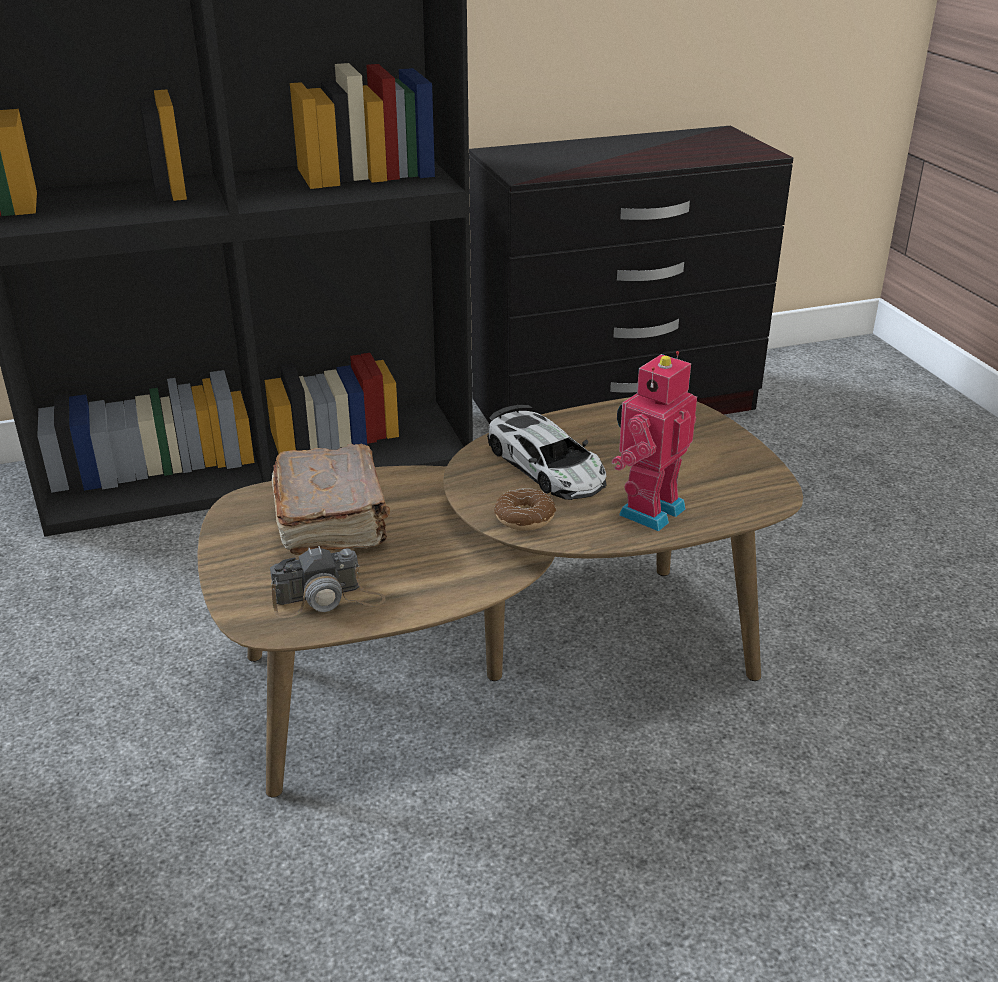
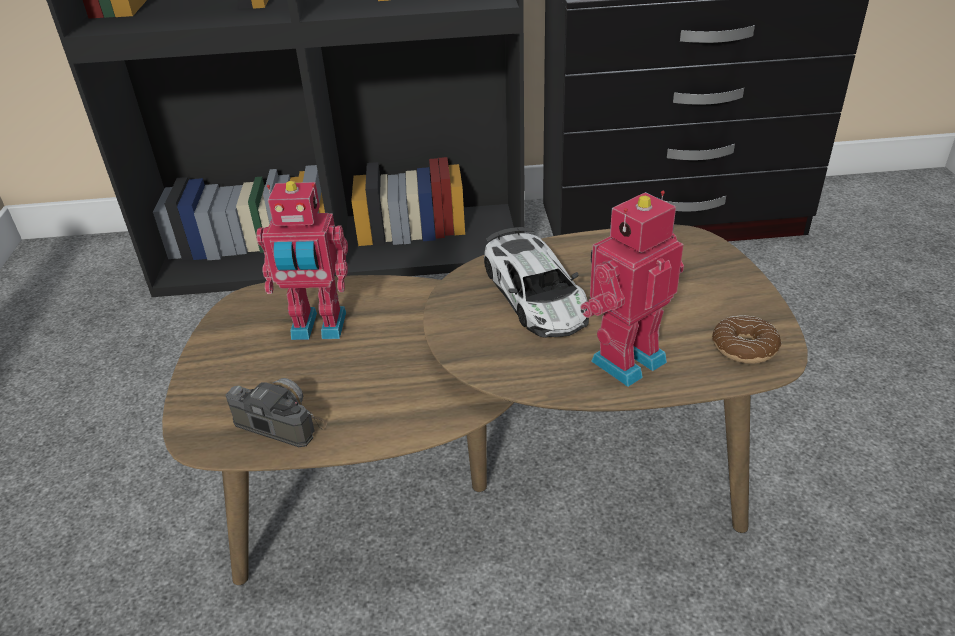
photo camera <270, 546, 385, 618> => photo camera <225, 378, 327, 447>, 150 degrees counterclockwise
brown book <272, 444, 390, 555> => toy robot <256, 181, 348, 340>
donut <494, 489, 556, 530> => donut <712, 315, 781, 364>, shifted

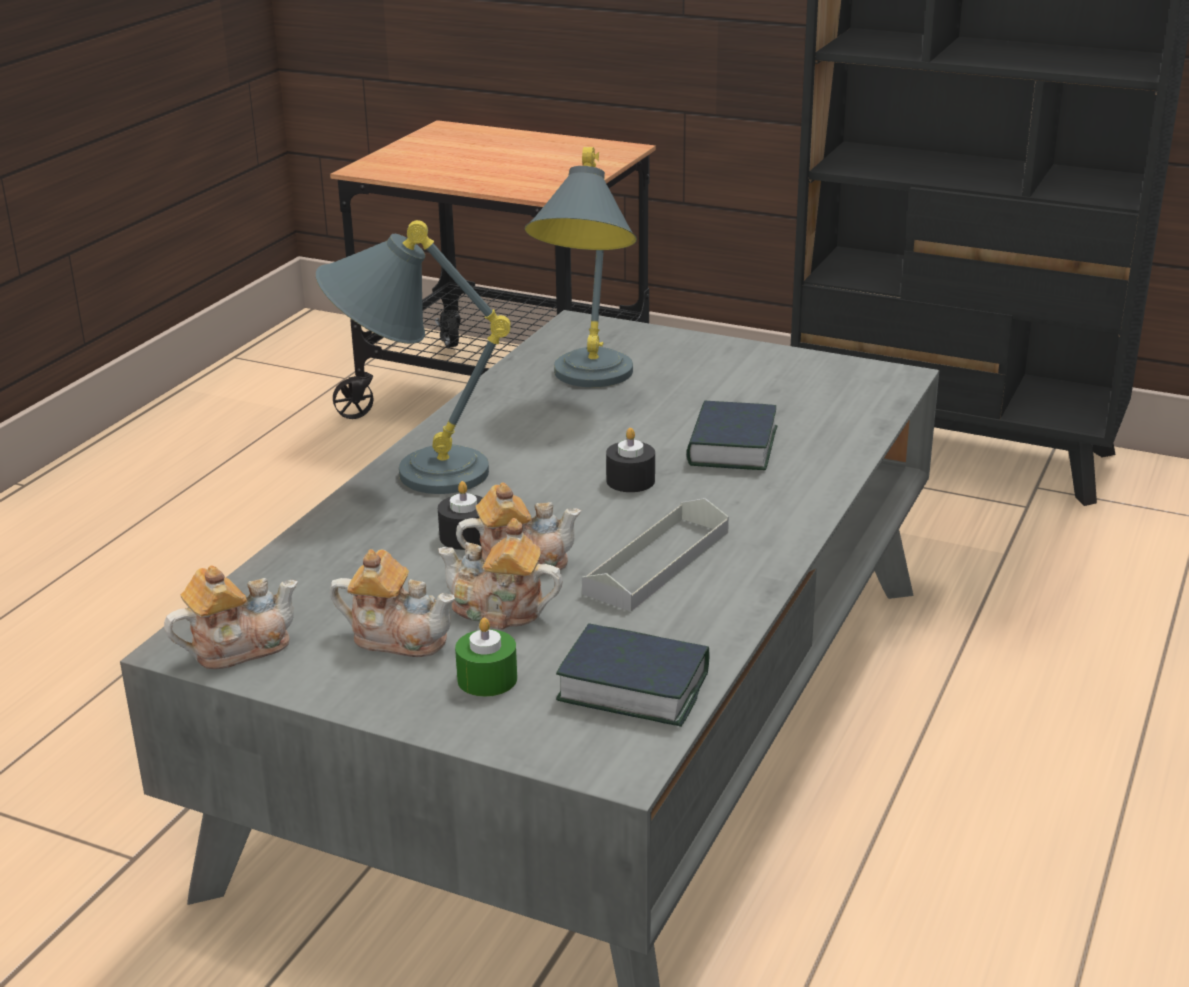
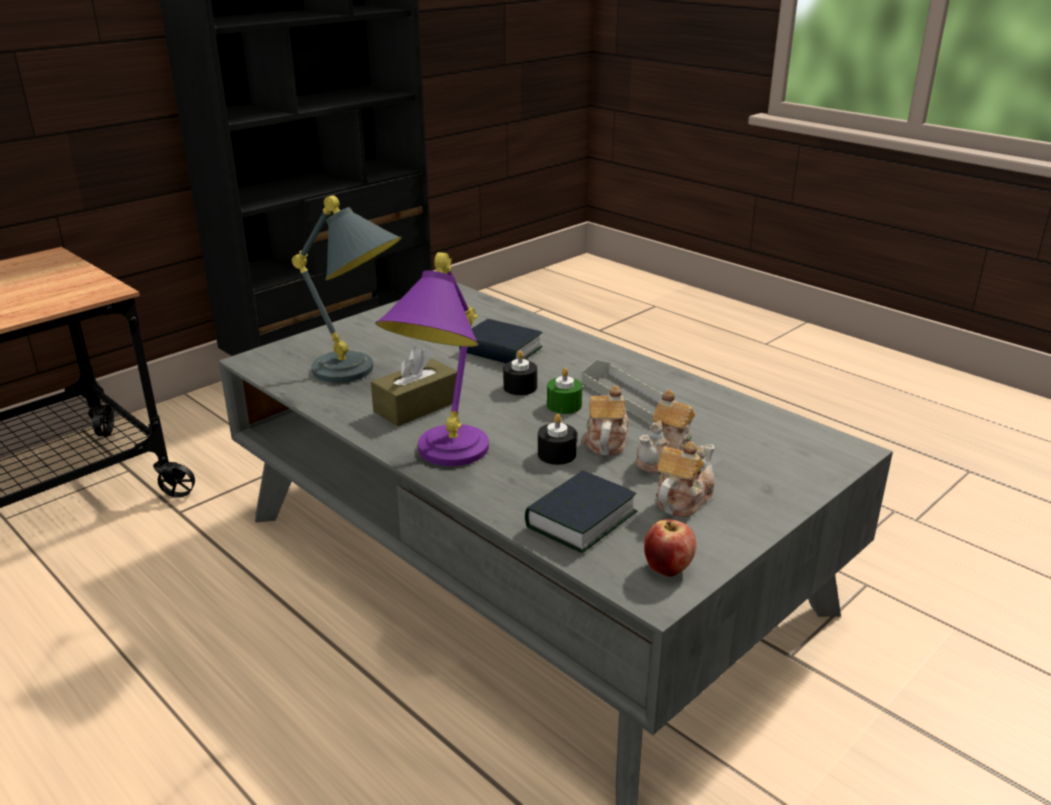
teapot <164, 565, 298, 669> => apple <644, 519, 696, 577>
grey table lamp <316, 220, 511, 494> => purple table lamp <375, 252, 489, 466>
green candle <455, 618, 517, 697> => green candle <547, 367, 583, 414>, shifted
book <556, 623, 709, 727> => book <525, 470, 637, 553>, shifted
nothing => brown tissue box <371, 347, 457, 426>

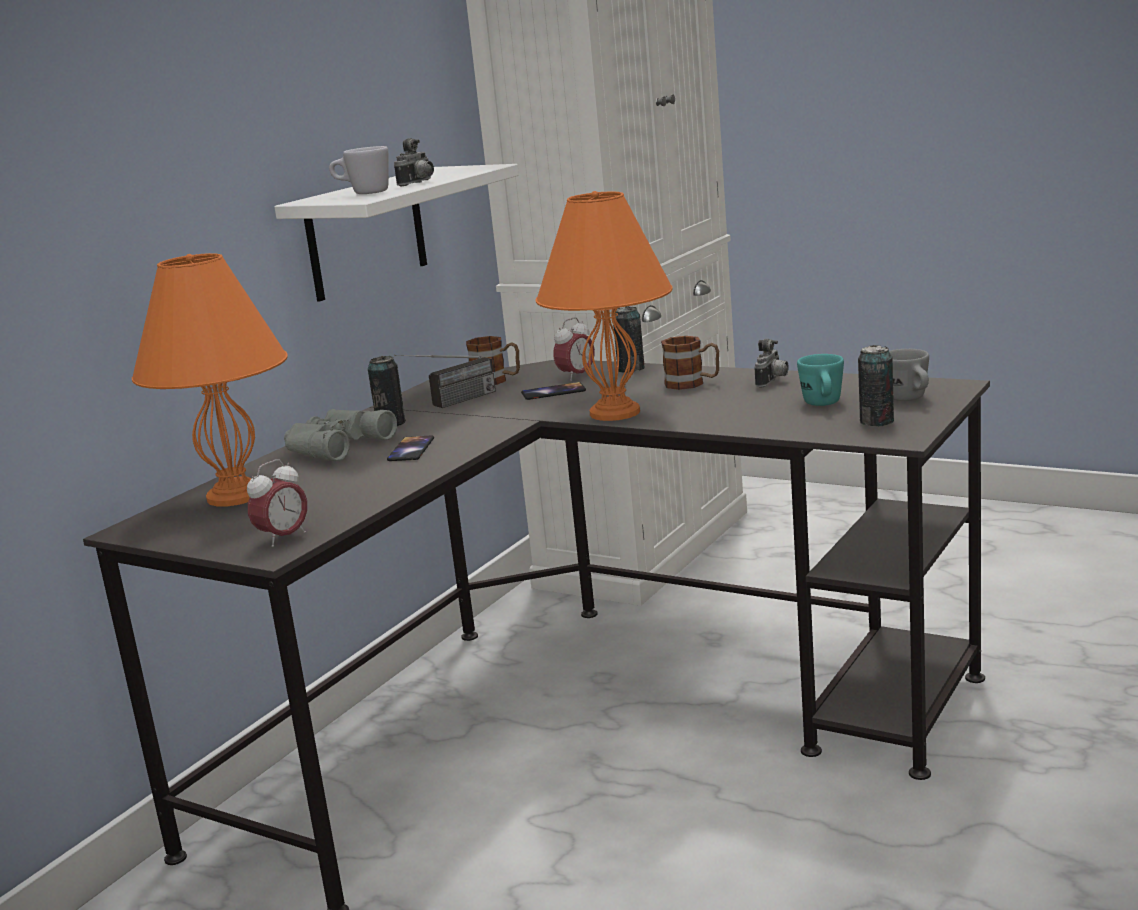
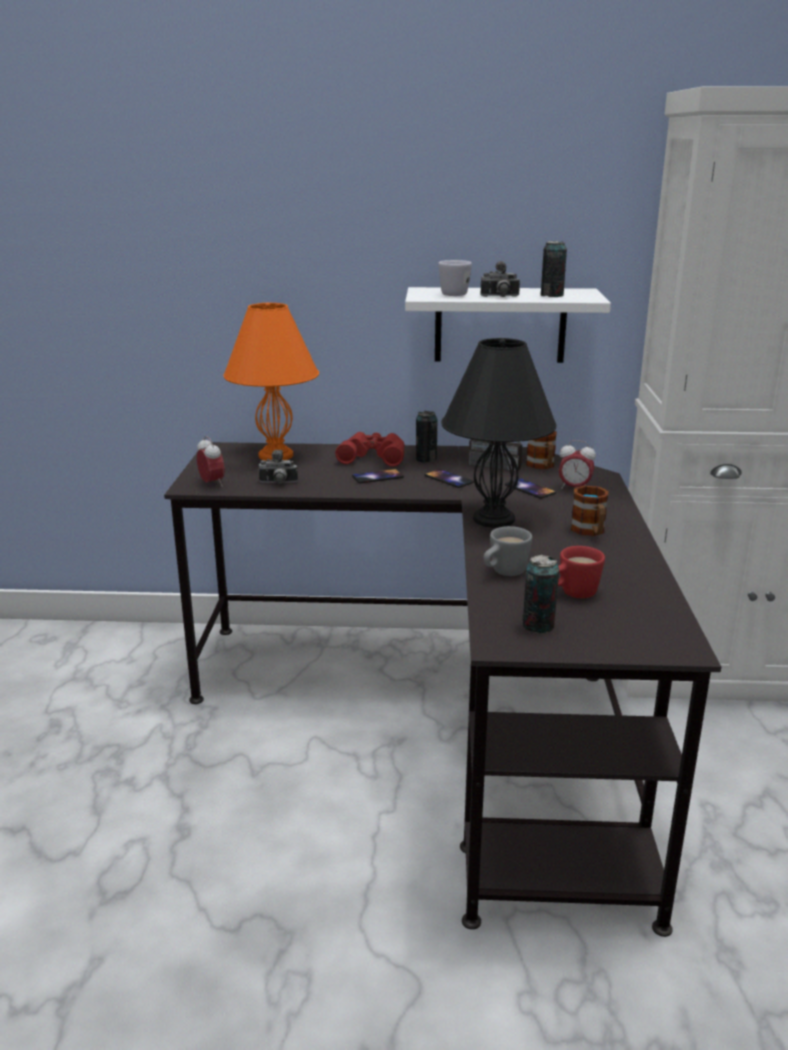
alarm clock <247, 459, 307, 547> => alarm clock <197, 436, 225, 487>, 135 degrees counterclockwise
grey binoculars <284, 409, 397, 461> => red binoculars <335, 432, 404, 467>
orange table lamp <536, 191, 673, 421> => black table lamp <441, 338, 557, 528>
can <613, 306, 644, 373> => can <541, 241, 567, 297>, shifted
photo camera <754, 339, 789, 387> => photo camera <258, 450, 298, 484>, shifted
turquoise mug <797, 354, 844, 406> => red mug <558, 546, 605, 598>
grey mug <889, 349, 929, 401> => grey mug <483, 526, 532, 576>, shifted
nothing => phone <425, 469, 474, 488>

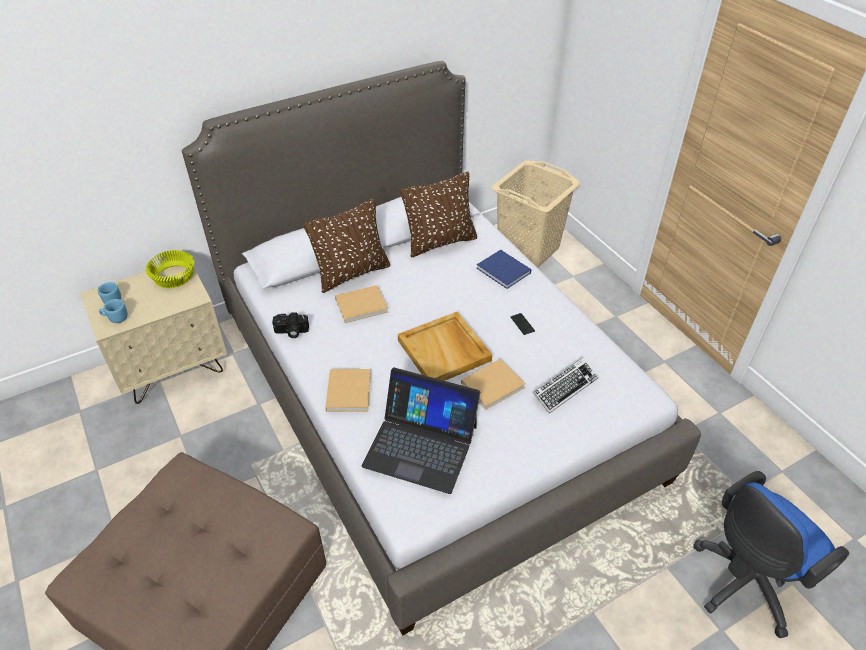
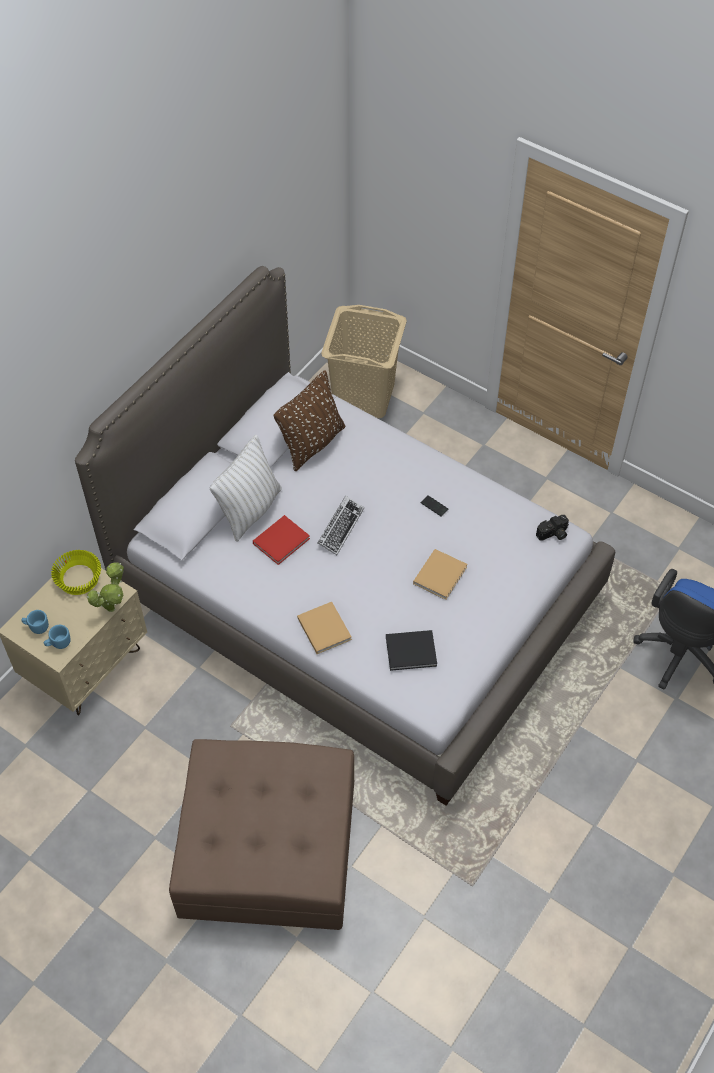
photo camera <272, 312, 309, 338> => photo camera <536, 515, 569, 541>, shifted
brown pillow <303, 198, 390, 293> => white pillow <210, 435, 282, 542>
beige book <335, 285, 388, 323> => red book <253, 515, 310, 565>
laptop <362, 367, 480, 494> => black book <386, 630, 437, 671>
beige tray <398, 312, 492, 381> => nothing
blue book <477, 250, 531, 289> => nothing
keyboard <533, 357, 599, 414> => keyboard <318, 496, 364, 555>, shifted
nothing => potted plant <87, 562, 124, 612>

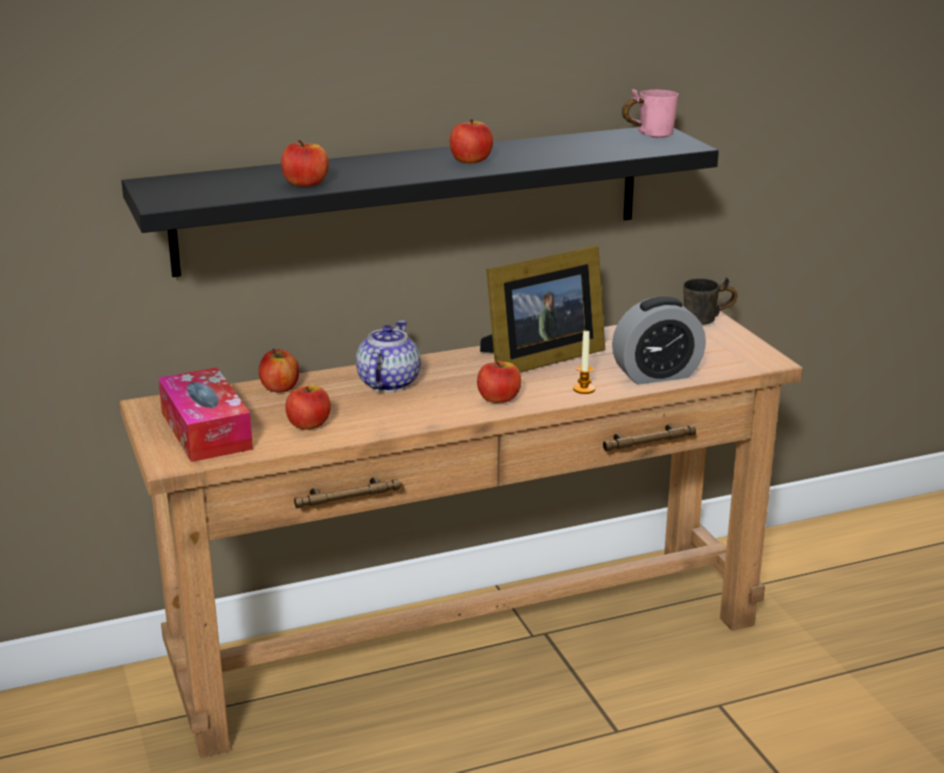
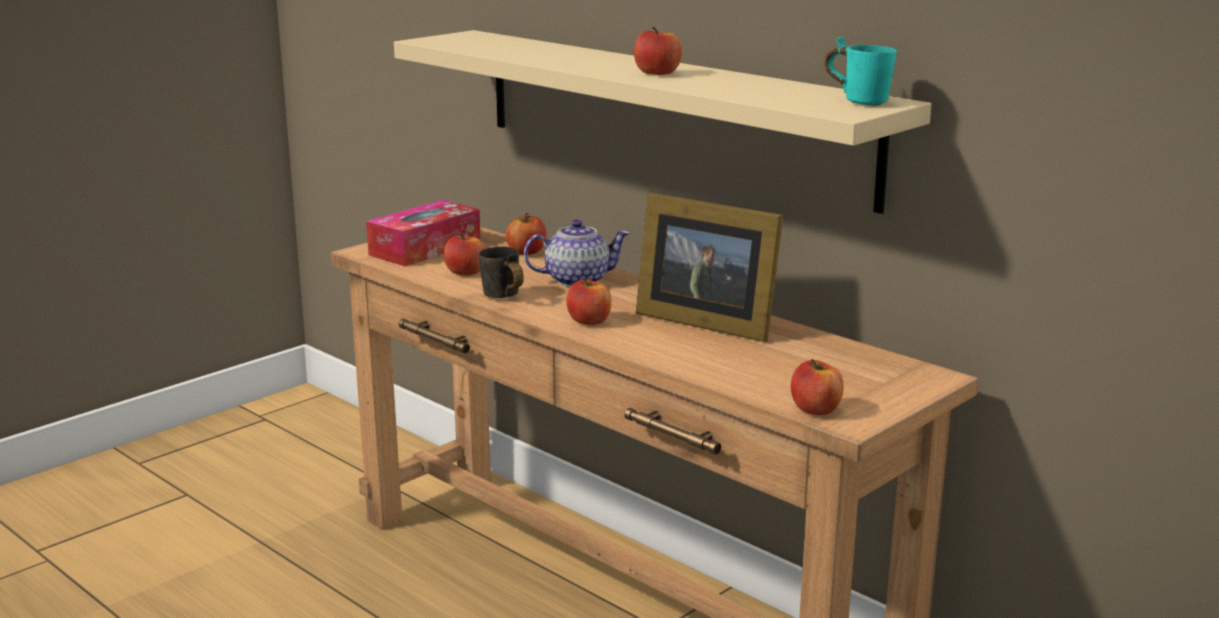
black shelf <122, 127, 719, 277> => beige shelf <394, 30, 931, 214>
apple <281, 140, 329, 187> => apple <791, 359, 843, 415>, shifted
candle <573, 329, 595, 394> => nothing
alarm clock <612, 296, 706, 384> => nothing
pink mug <622, 89, 678, 138> => turquoise mug <824, 36, 897, 106>
grey mug <683, 277, 737, 325> => grey mug <478, 247, 524, 298>, shifted

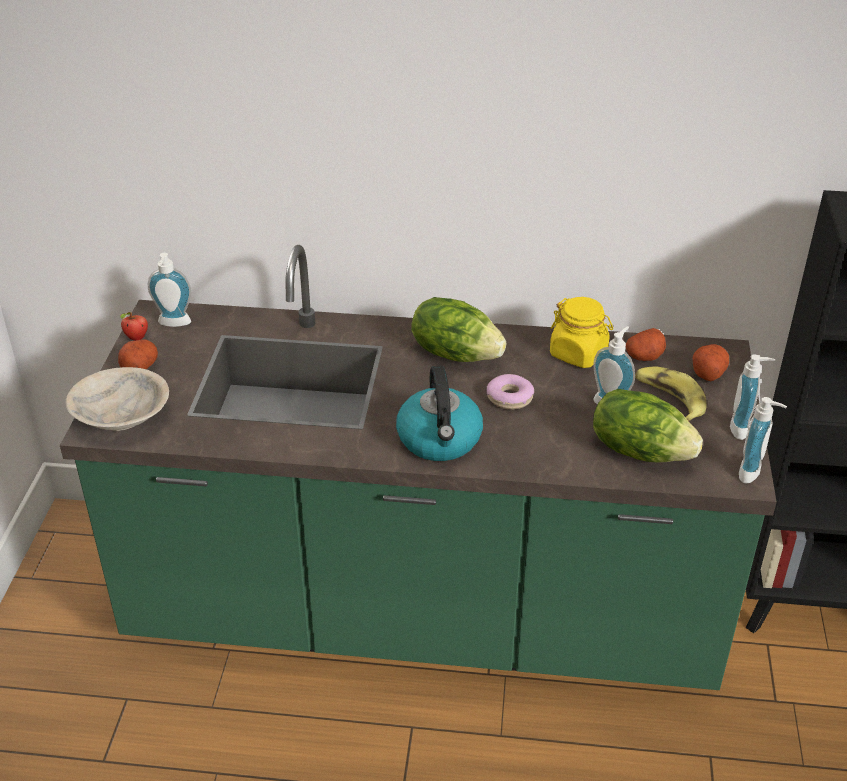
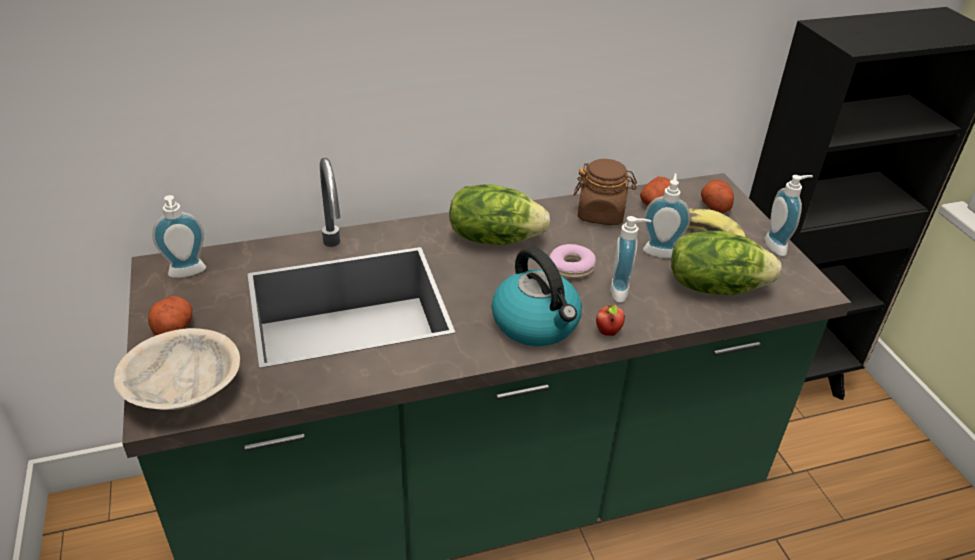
apple <120, 312, 148, 341> => apple <596, 304, 625, 336>, shifted
yellow jar <550, 297, 613, 368> => brown jar <574, 159, 637, 225>
soap dispenser <739, 397, 787, 483> => soap dispenser <610, 216, 651, 303>, shifted

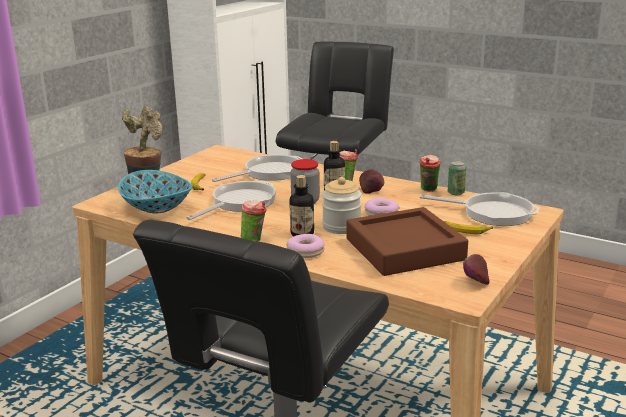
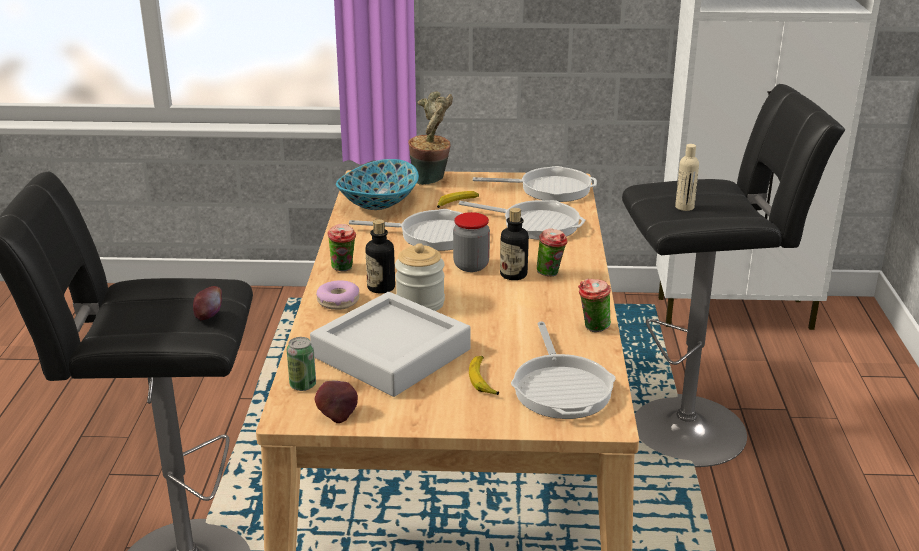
brown tray <346, 207, 468, 276> => grey tray <310, 292, 471, 397>
apple <359, 169, 384, 194> => apple <193, 286, 222, 320>, shifted
donut <365, 197, 399, 216> => nothing
can <448, 161, 466, 195> => can <287, 337, 316, 391>, shifted
nothing => frying pan <473, 166, 597, 202>
nothing => beige bottle <675, 144, 699, 211>

